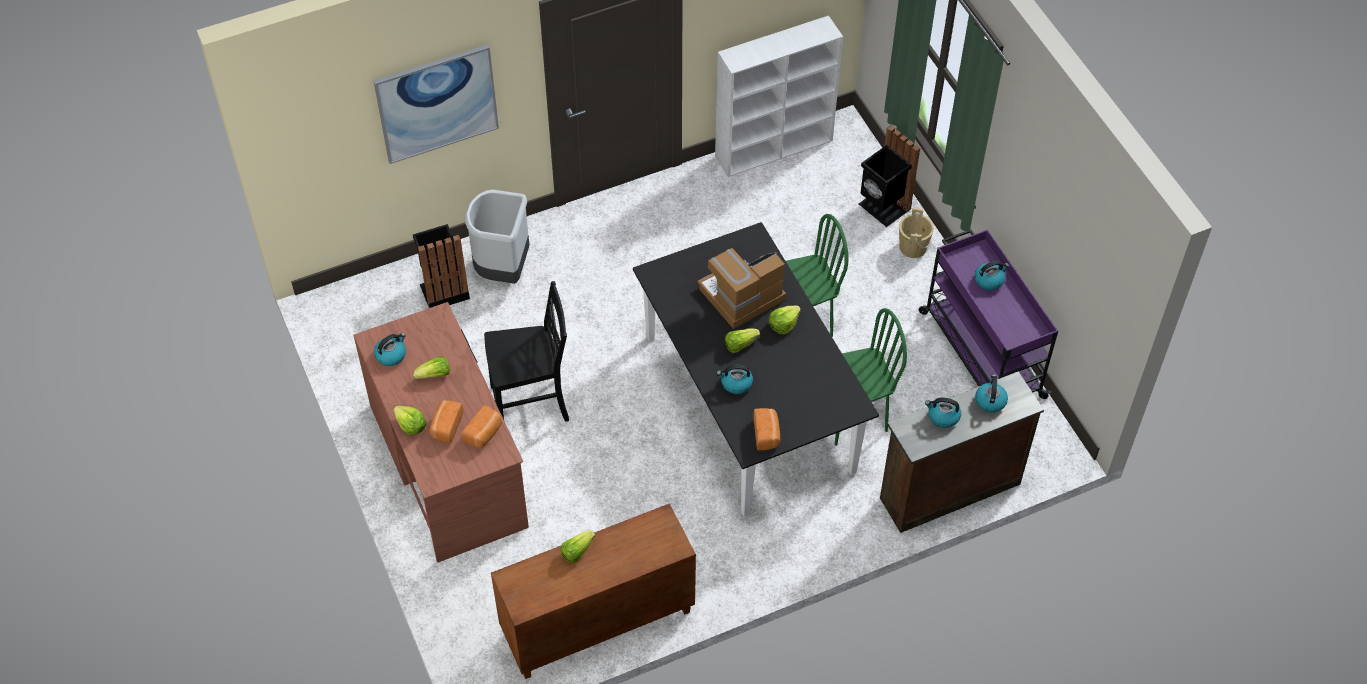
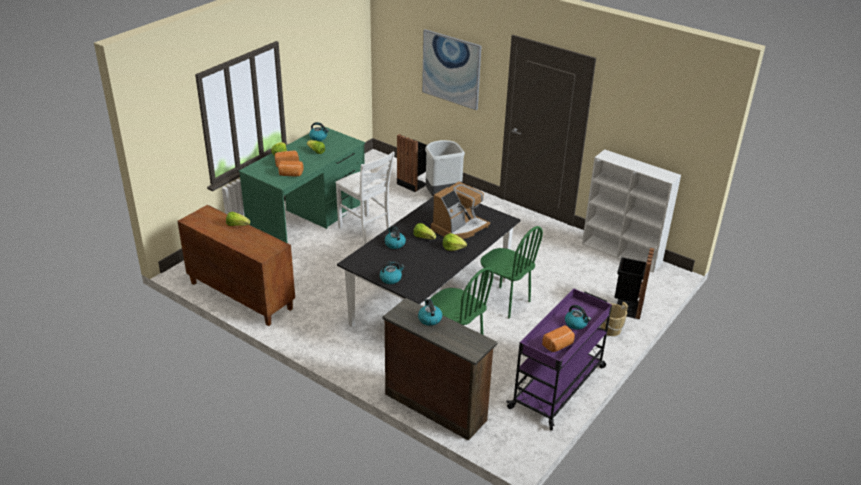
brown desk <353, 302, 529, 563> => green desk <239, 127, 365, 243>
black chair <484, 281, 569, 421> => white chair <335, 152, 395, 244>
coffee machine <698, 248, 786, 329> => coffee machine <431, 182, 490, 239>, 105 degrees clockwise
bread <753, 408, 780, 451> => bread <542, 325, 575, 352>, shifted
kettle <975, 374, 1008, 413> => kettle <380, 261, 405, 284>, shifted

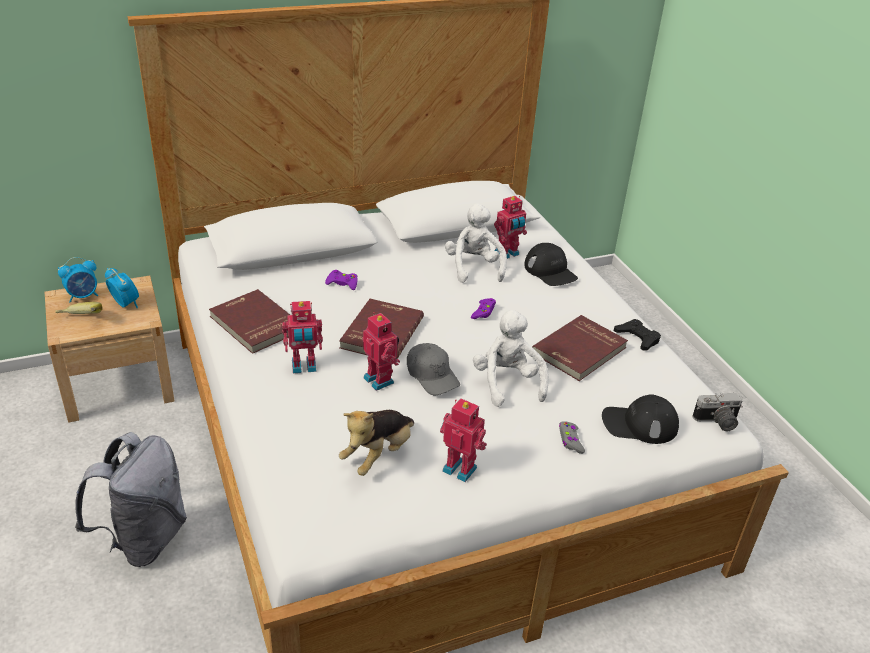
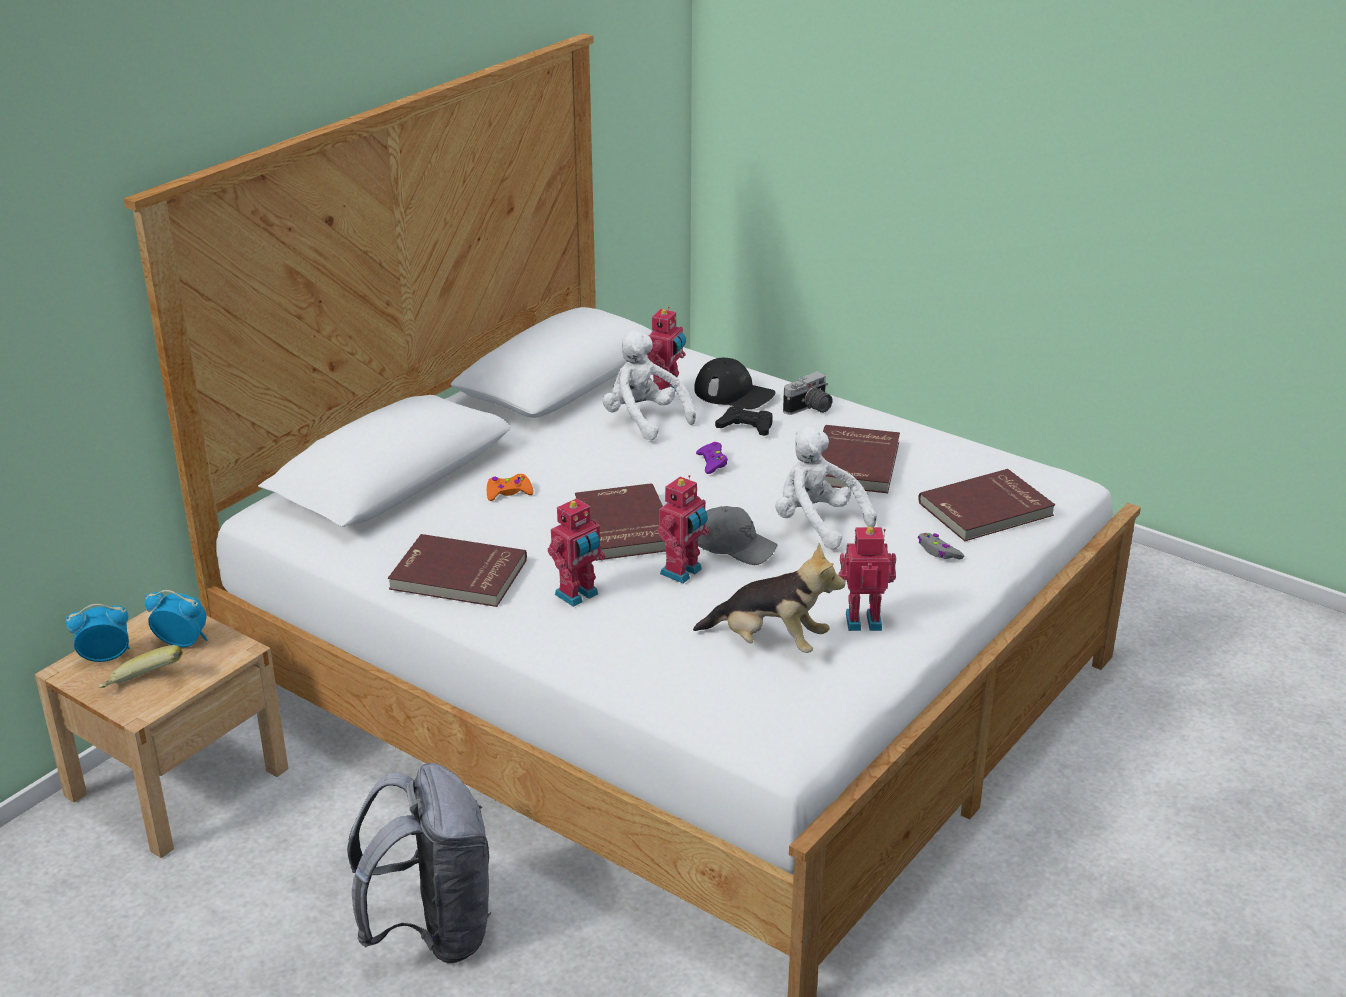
alarm clock <58, 257, 98, 303> => alarm clock <66, 604, 130, 662>, 135 degrees counterclockwise
purple game controller <325, 270, 358, 290> => orange game controller <487, 474, 534, 501>
plush toy <339, 410, 414, 476> => plush toy <693, 543, 845, 653>, 75 degrees counterclockwise
toy robot <362, 312, 400, 391> => toy robot <657, 475, 709, 583>, 105 degrees clockwise
black cap <602, 394, 679, 444> => red book <918, 469, 1055, 541>
black game controller <614, 319, 661, 350> => black game controller <715, 406, 773, 436>, shifted
photo camera <693, 393, 743, 431> => photo camera <783, 371, 833, 415>, shifted

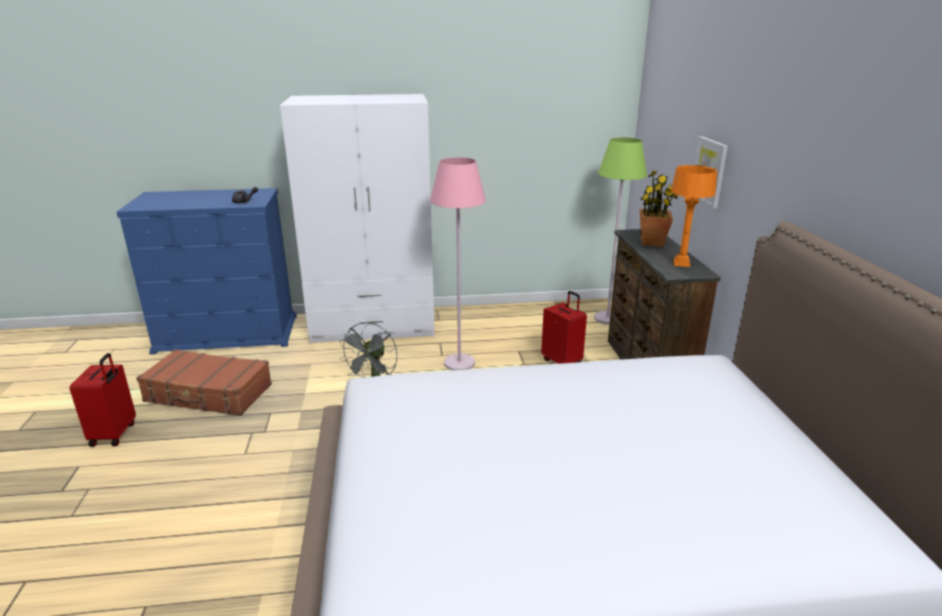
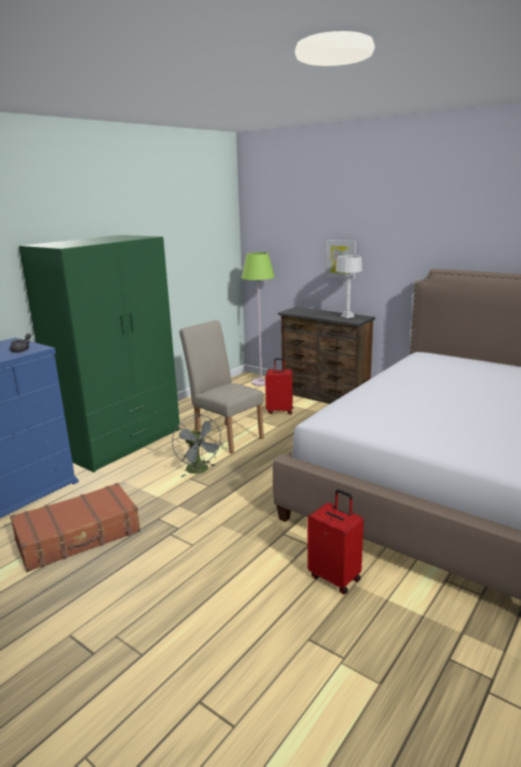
red suitcase <70, 353, 136, 447> => red suitcase <307, 489, 364, 594>, shifted
white wardrobe <280, 94, 435, 344> => green wardrobe <19, 235, 180, 472>
pink floor lamp <430, 157, 486, 370> => beige chair <179, 320, 264, 454>
potted plant <640, 170, 678, 247> => nothing
orange table lamp <671, 165, 717, 267> => grey table lamp <336, 255, 362, 318>

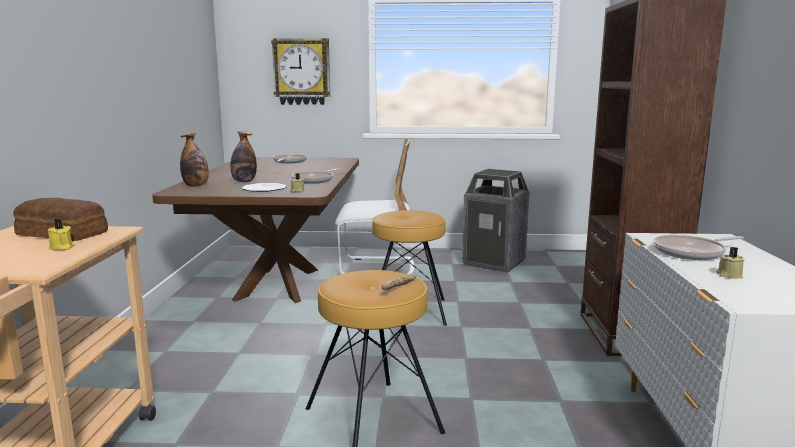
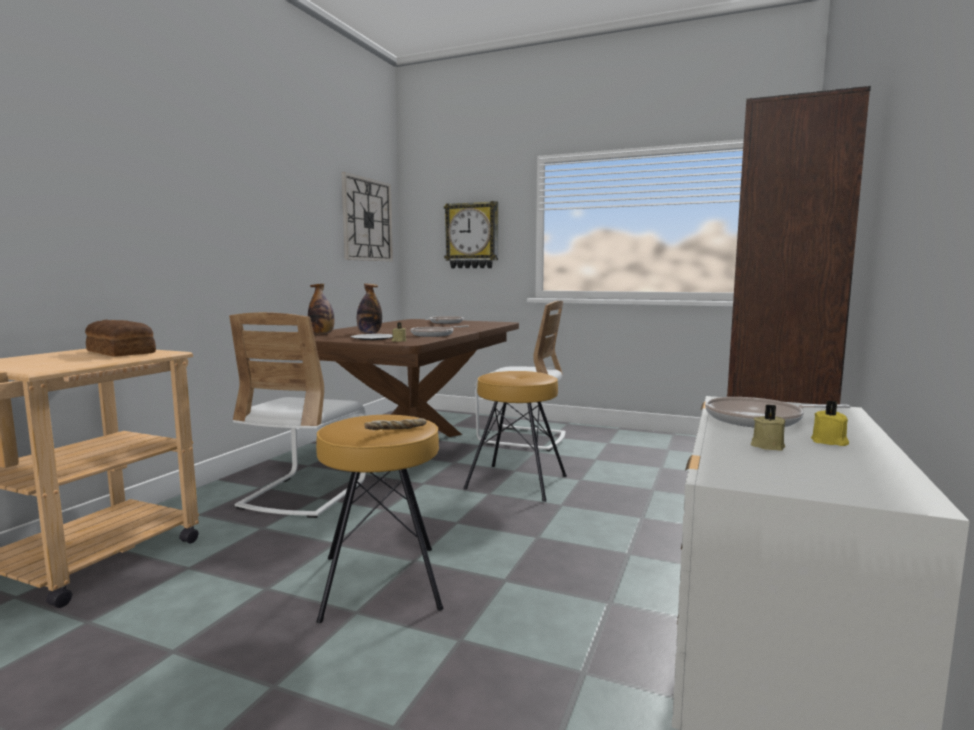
yellow candle <48, 218, 74, 250> => yellow candle <811, 401, 849, 446>, shifted
trash can <462, 169, 529, 273> => nothing
nothing => white chair <229, 312, 366, 518>
nothing => wall clock <342, 172, 393, 261>

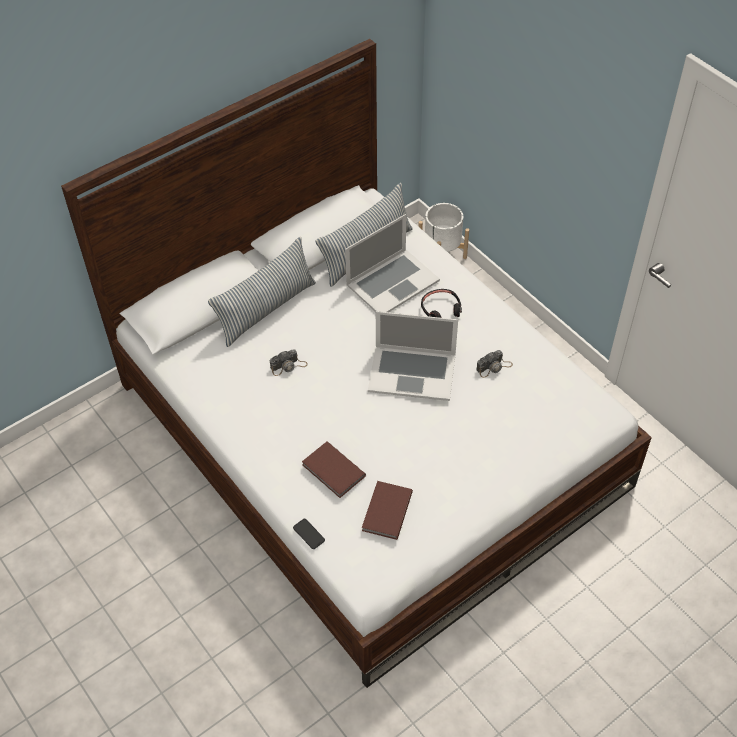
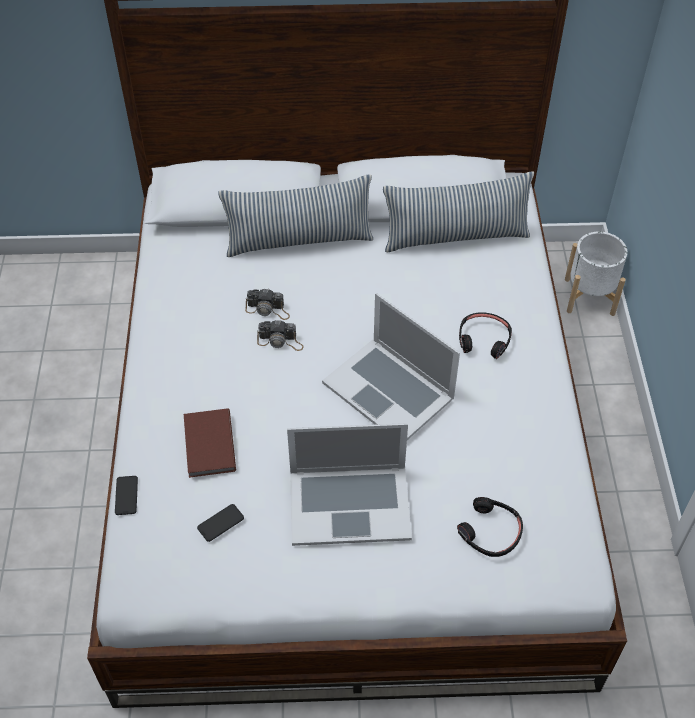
laptop <345, 214, 440, 312> => laptop <287, 423, 412, 546>, shifted
brown book <362, 481, 413, 540> => phone <197, 504, 244, 542>
photo camera <476, 350, 513, 378> => photo camera <257, 320, 304, 351>, shifted
nothing => black headphones <457, 497, 523, 557>

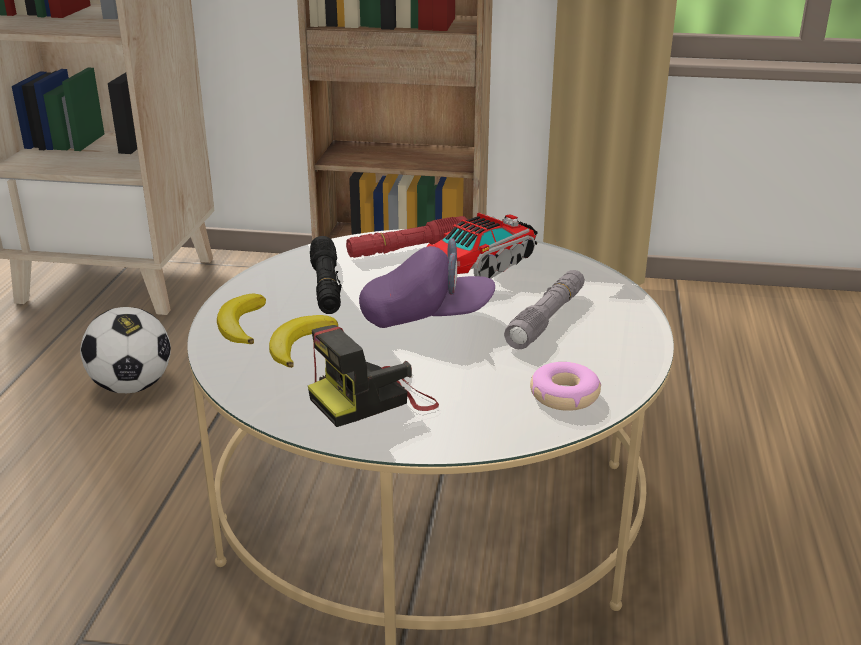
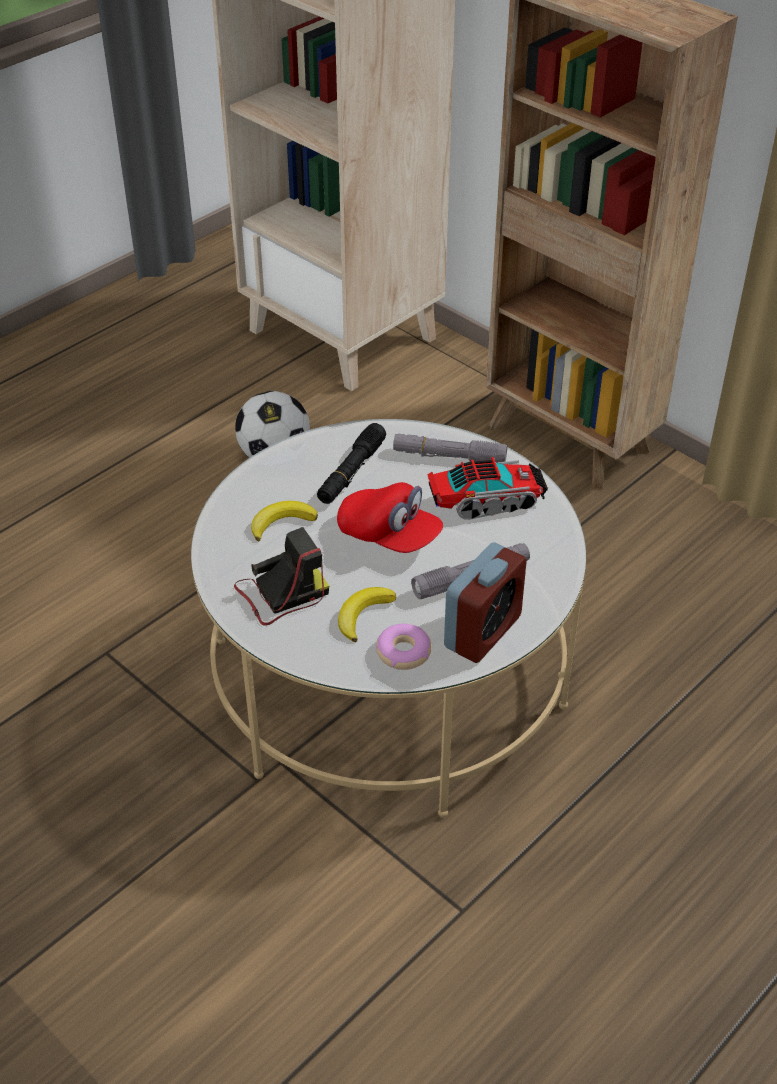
banana <217, 294, 266, 344> => banana <338, 587, 396, 642>, shifted
photo camera <308, 325, 439, 427> => photo camera <234, 527, 329, 626>, 150 degrees clockwise
red flashlight <346, 216, 467, 258> => grey flashlight <393, 434, 507, 462>
purple cap <359, 238, 495, 328> => red cap <337, 482, 443, 553>
nothing => alarm clock <444, 543, 527, 663>

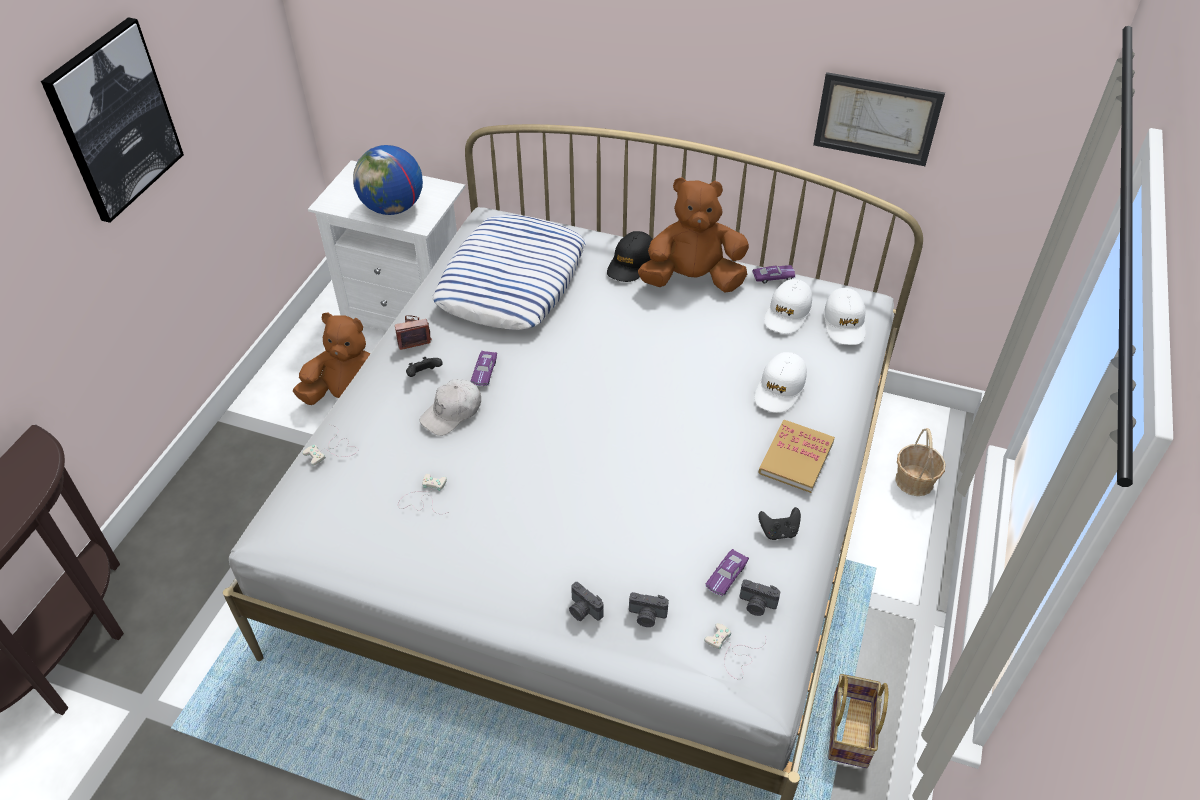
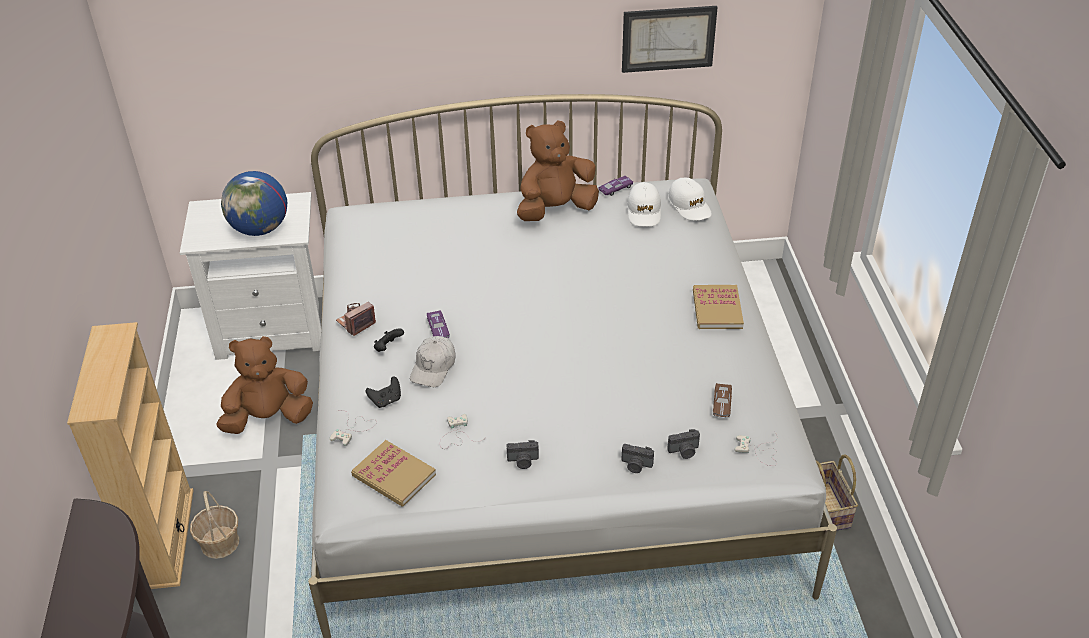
picture <41, 17, 184, 223> => nothing
pillow <432, 215, 585, 330> => nothing
black cap <607, 231, 653, 282> => nothing
purple toy car <705, 549, 749, 596> => brown toy car <713, 383, 732, 418>
photo camera <740, 579, 781, 616> => photo camera <507, 440, 539, 469>, shifted
white cap <754, 352, 807, 413> => nothing
black game controller <758, 507, 801, 540> => black game controller <366, 376, 401, 408>, shifted
basket <895, 428, 946, 496> => basket <190, 491, 239, 559>, shifted
nothing => beige bookcase <67, 322, 194, 589>
nothing => book <351, 440, 436, 506>

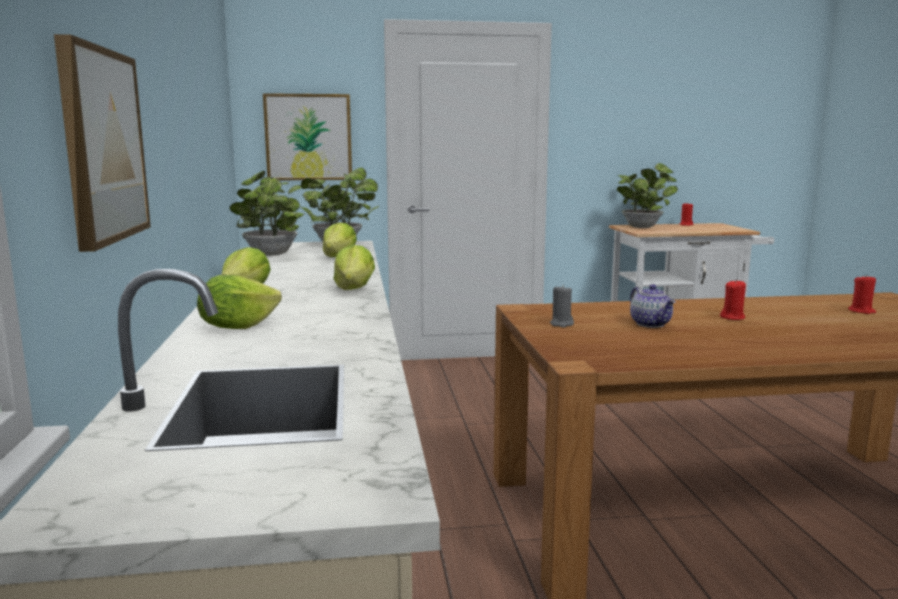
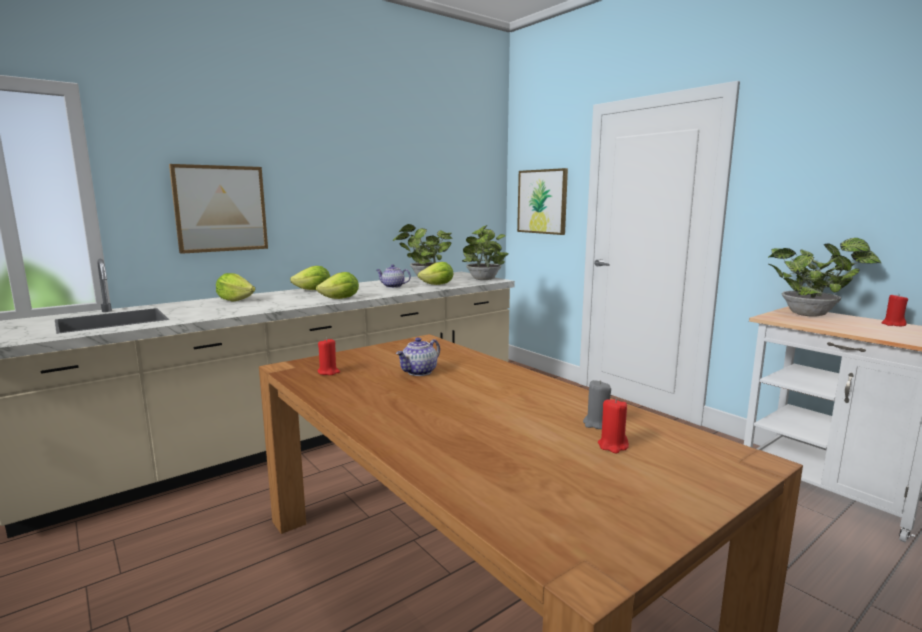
grey candle <550, 285, 574, 328> => grey candle <583, 380, 611, 429>, shifted
red candle <720, 279, 746, 320> => red candle <318, 338, 340, 375>, shifted
nothing => teapot <377, 264, 411, 288>

